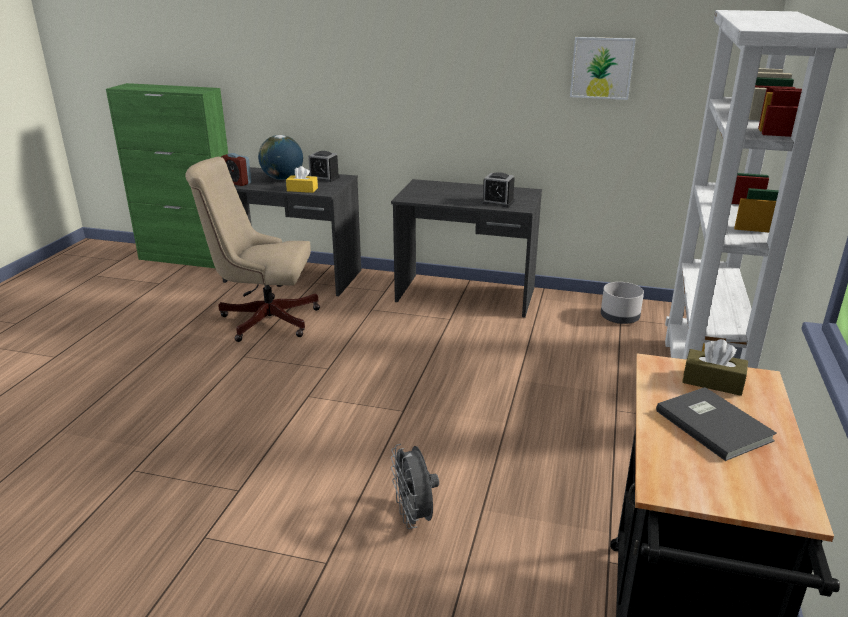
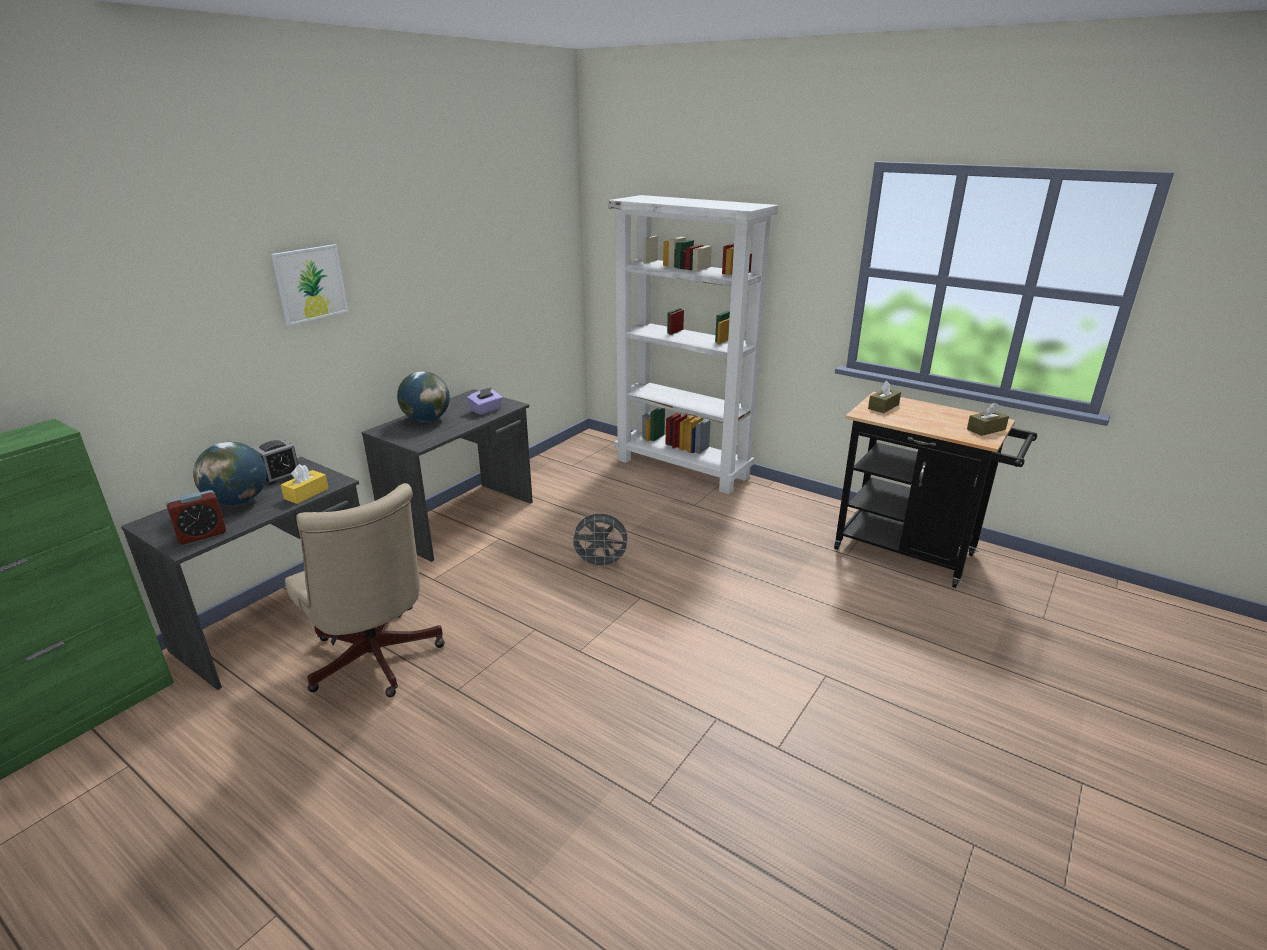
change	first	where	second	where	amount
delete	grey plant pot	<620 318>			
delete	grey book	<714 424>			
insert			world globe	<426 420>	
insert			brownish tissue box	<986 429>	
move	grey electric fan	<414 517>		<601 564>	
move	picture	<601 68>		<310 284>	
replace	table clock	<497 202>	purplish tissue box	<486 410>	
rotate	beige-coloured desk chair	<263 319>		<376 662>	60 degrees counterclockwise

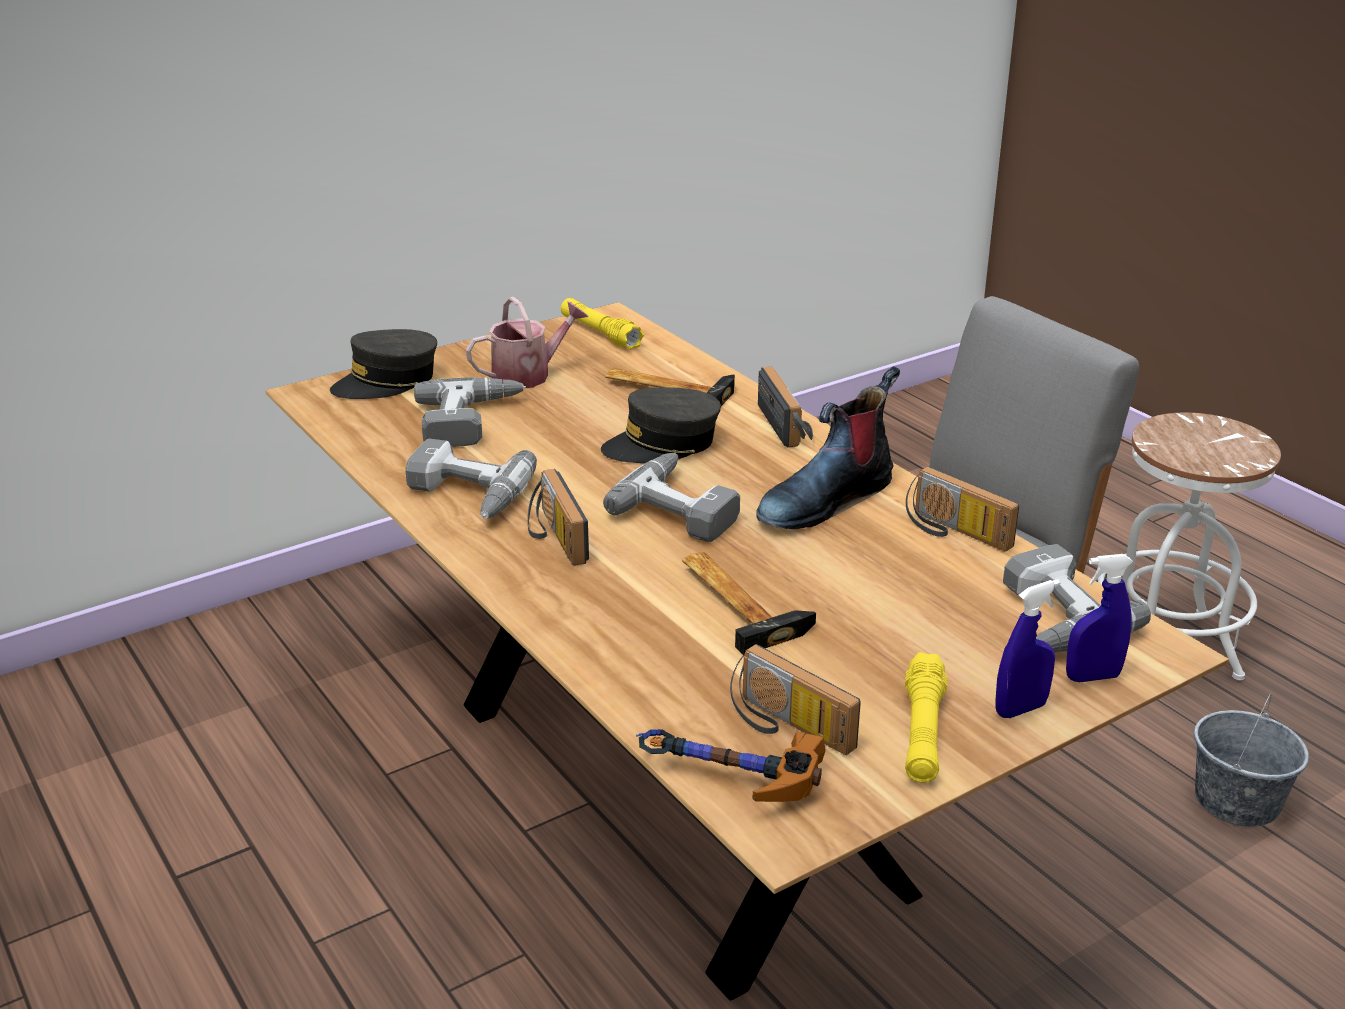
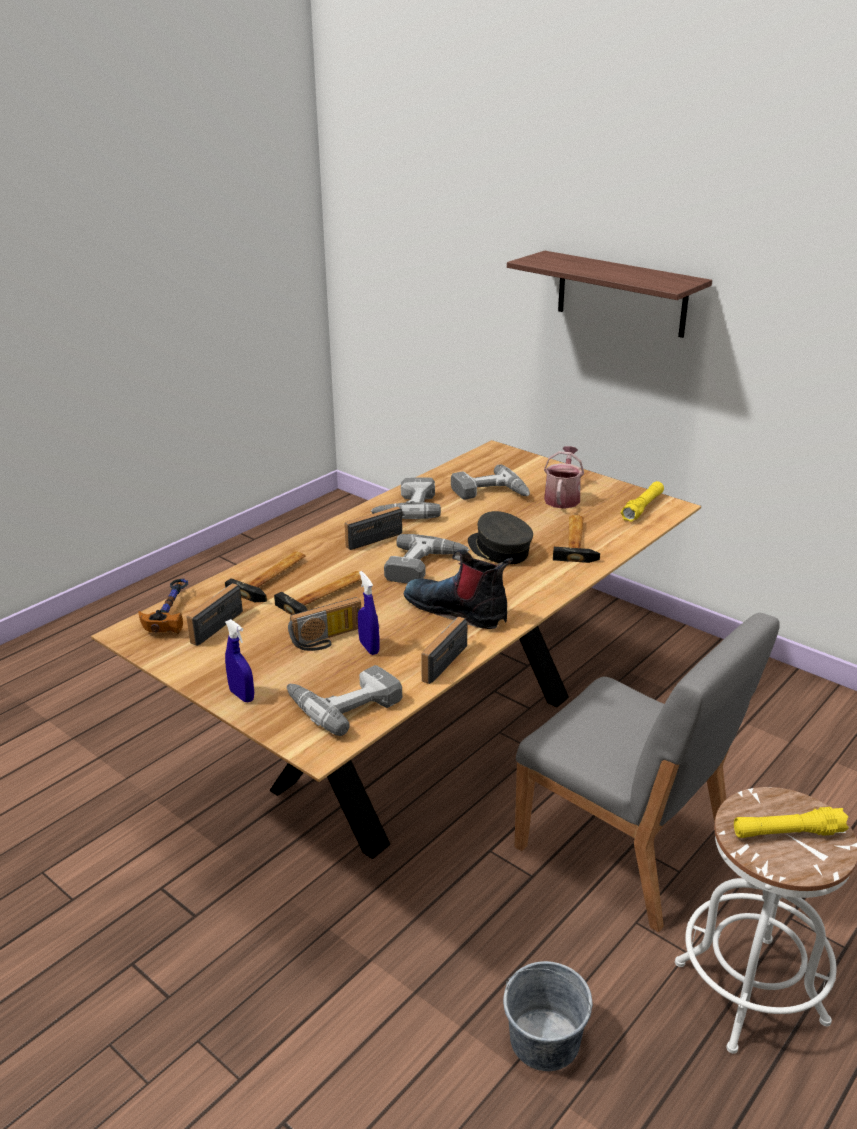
change	first	where	second	where	amount
delete	grey baseball cap	<387 381>			
insert			tool hammer	<274 578>	
insert			wall shelf	<621 294>	
move	radio	<788 426>		<328 639>	
move	yellow-coloured hand torch	<922 732>		<787 833>	
move	bluish hand sprayer	<1092 677>		<369 647>	
rotate	sprinkling can	<528 375>		<562 497>	120 degrees counterclockwise

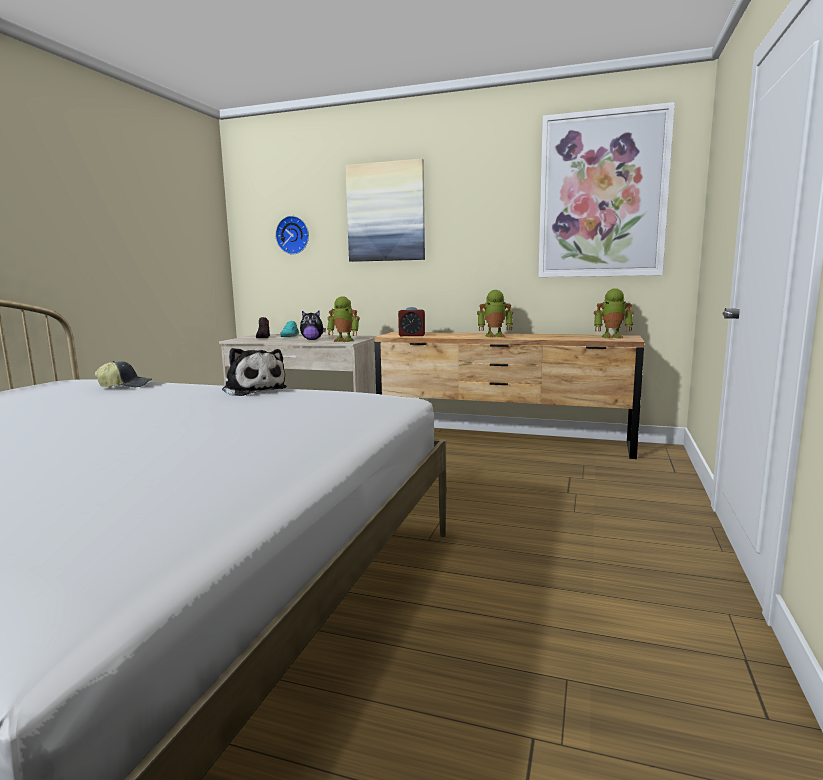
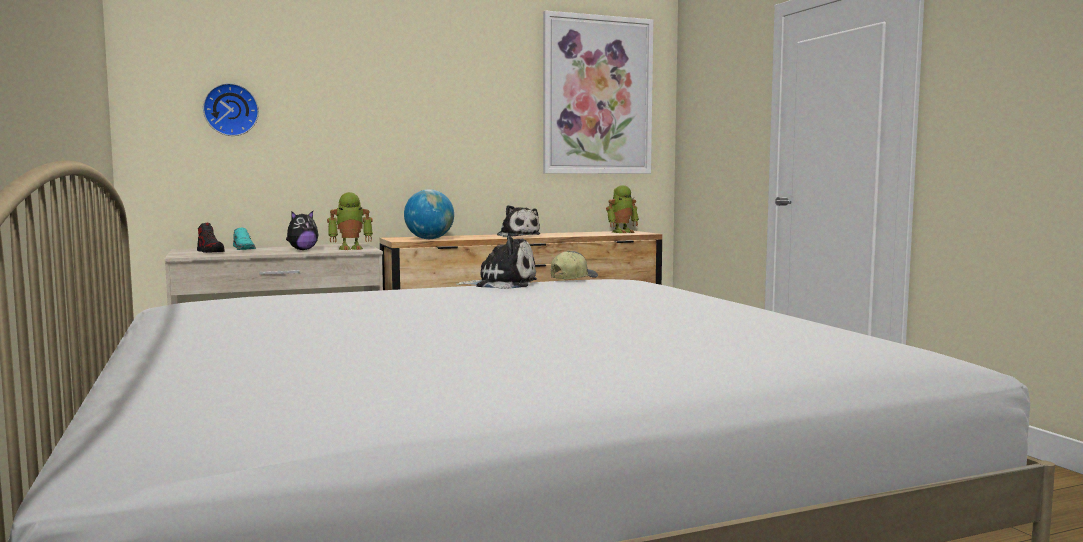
change	first	where	second	where	amount
delete	picture	<386 212>			
move	baseball cap	<126 386>		<573 278>	
replace	table clock	<412 335>	world globe	<429 239>	
replace	model robot	<495 336>	cuddly toy	<517 235>	

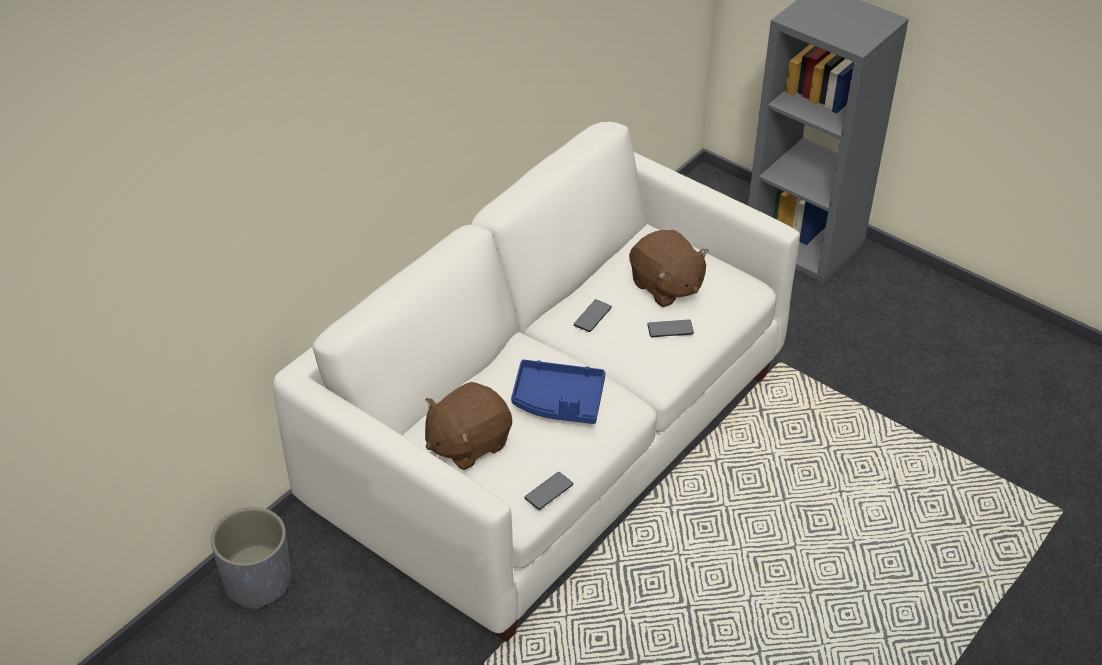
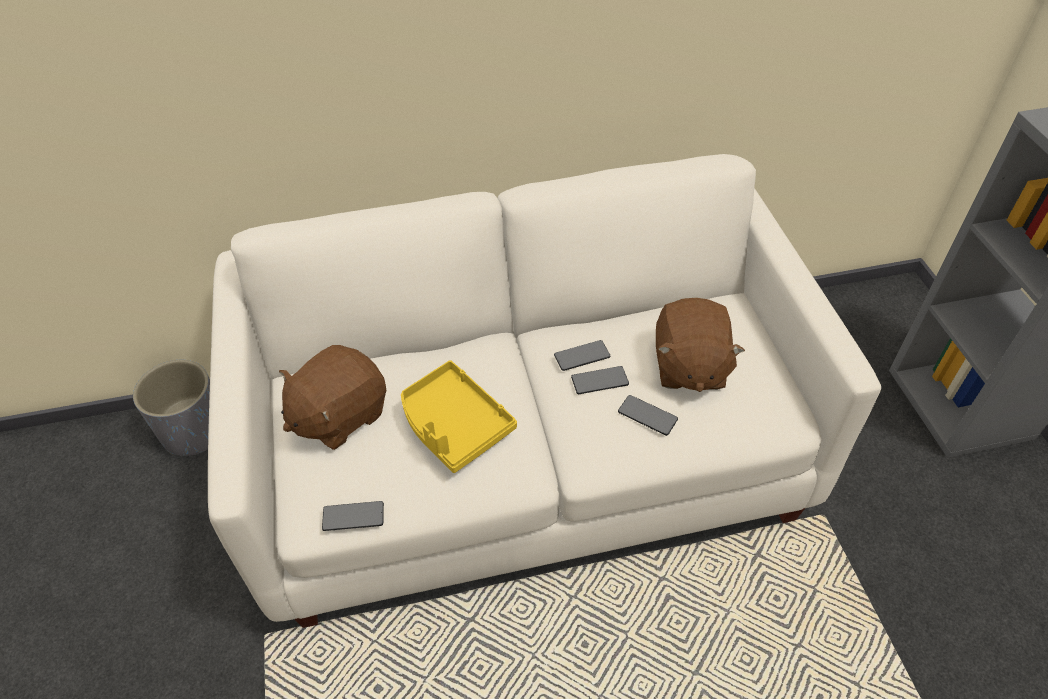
change	first	where	second	where	amount
insert			phone	<600 381>	
recolor	bluish tray	<558 401>	yellow-coloured tray	<454 425>	
rotate	brownish cuddly toy	<467 443>		<339 415>	45 degrees counterclockwise

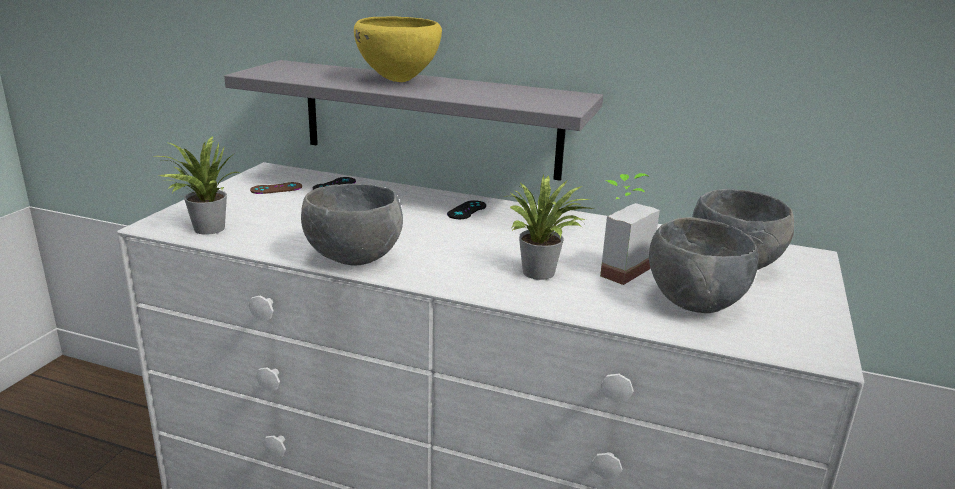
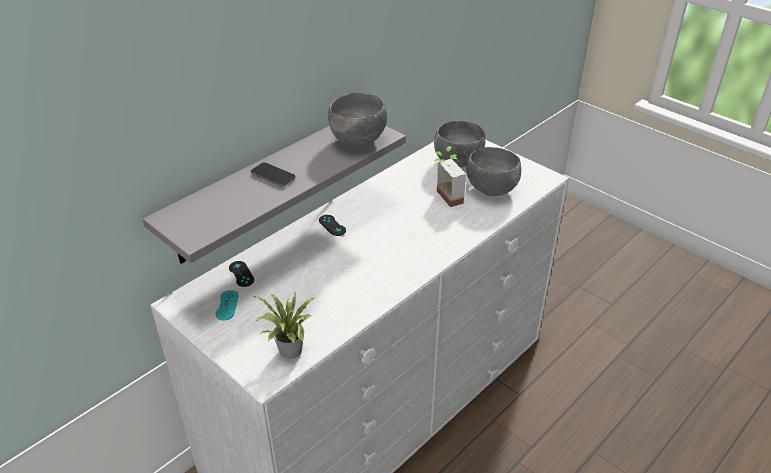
change	first	where	second	where	amount
delete	potted plant	<542 274>			
move	grey serving bowl	<354 259>		<359 141>	
replace	yellow-coloured serving bowl	<399 81>	phone	<273 176>	
recolor	brownish joypad	<276 188>	turquoise joypad	<227 305>	

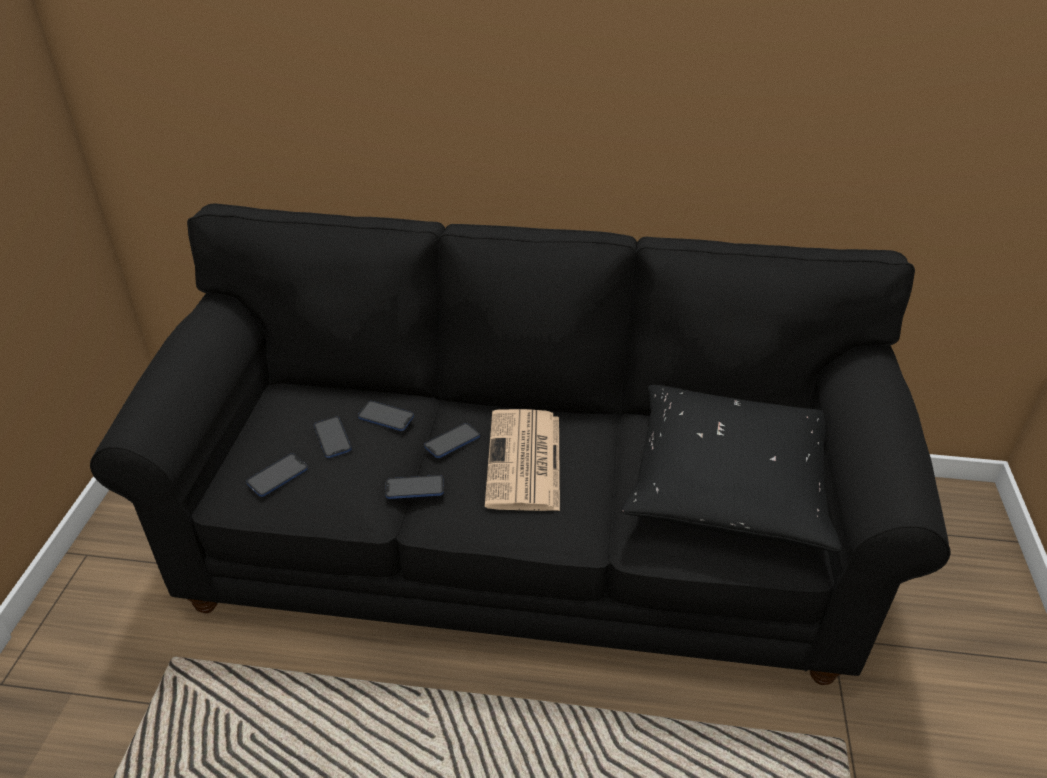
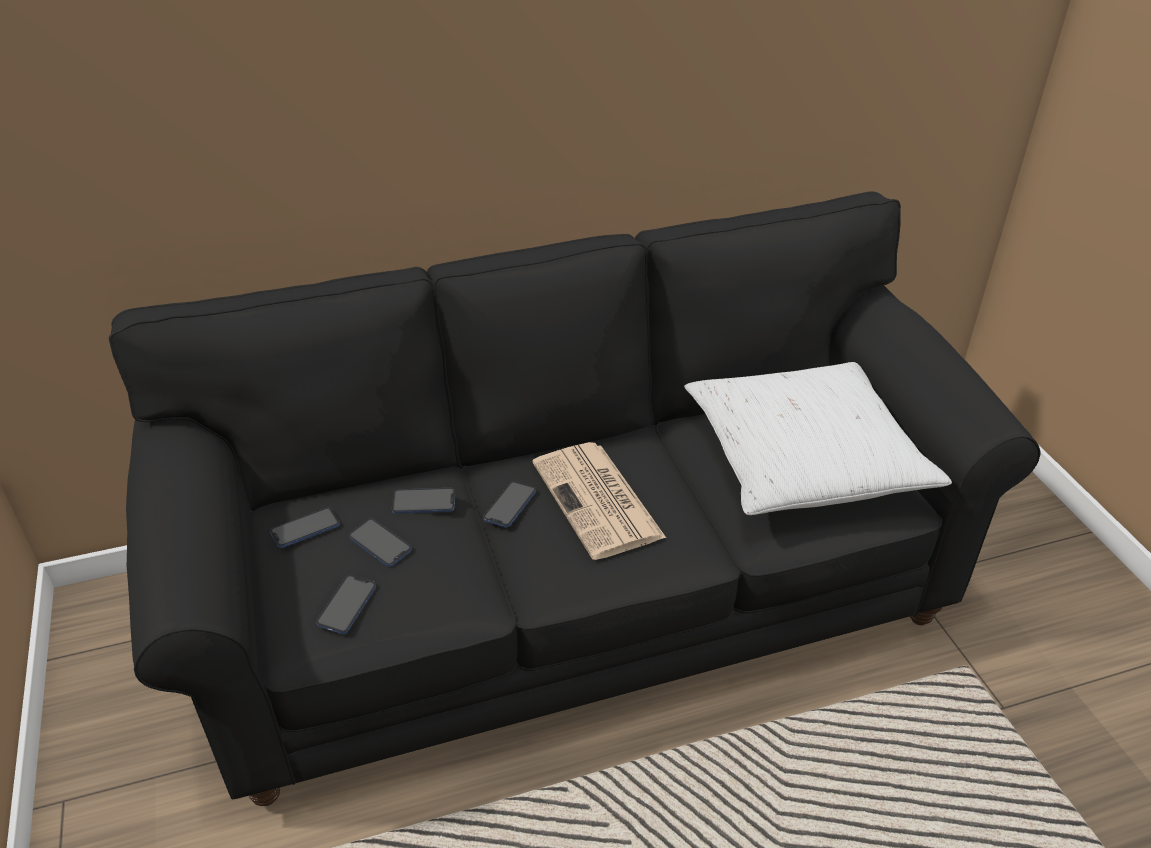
change	first	where	second	where	amount
move	phone	<414 488>		<305 529>	
recolor	black pillow	<728 484>	whitish pillow	<804 458>	

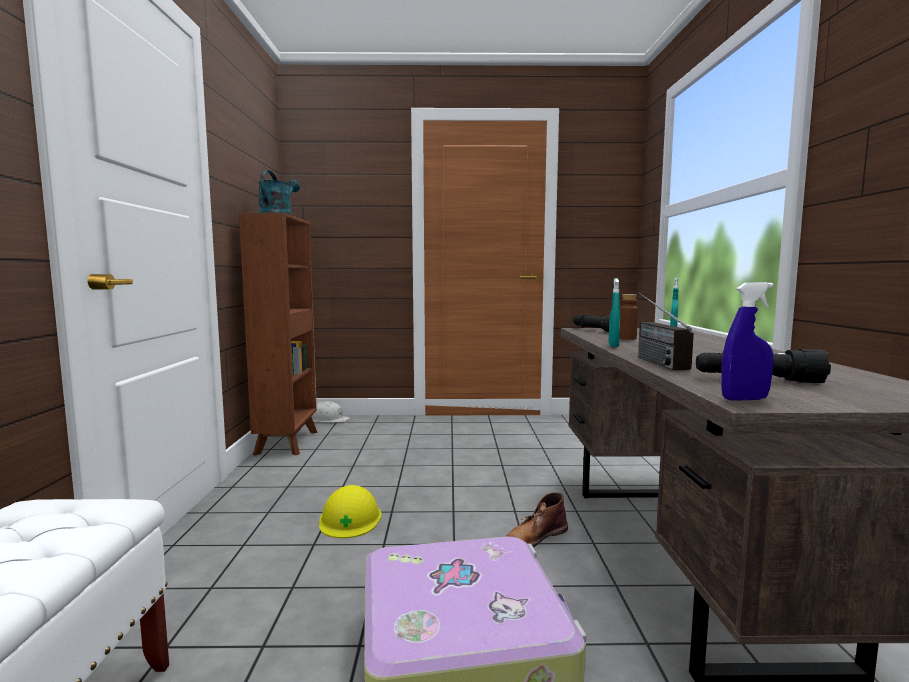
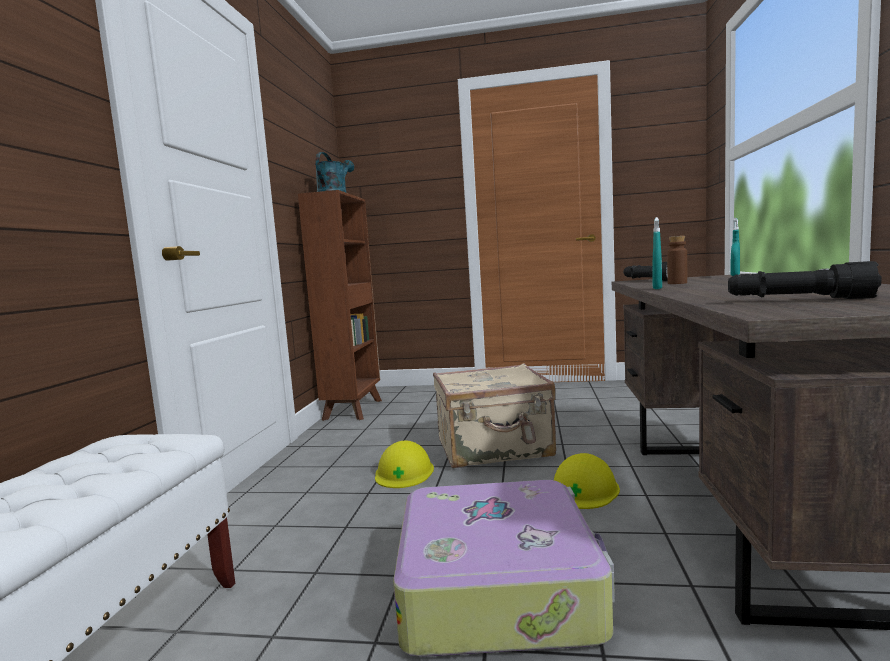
change	first	where	second	where	amount
delete	whitish work helmet	<329 419>			
delete	radio	<651 359>			
delete	bluish hand sprayer	<745 399>			
insert			beige-coloured suitcase	<494 448>	
replace	brownish boot	<534 537>	yellow-coloured work helmet	<583 489>	

